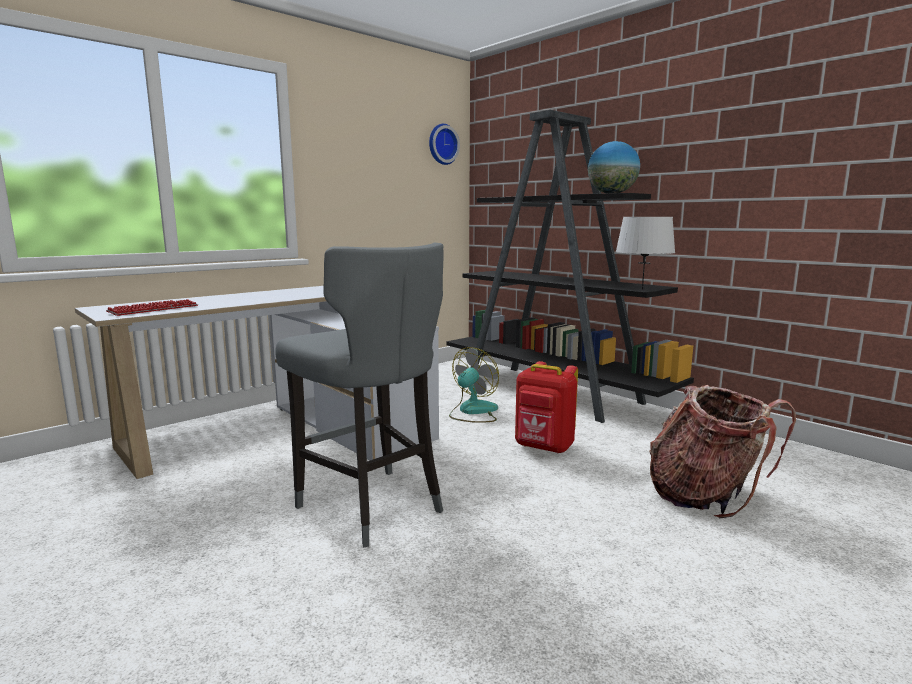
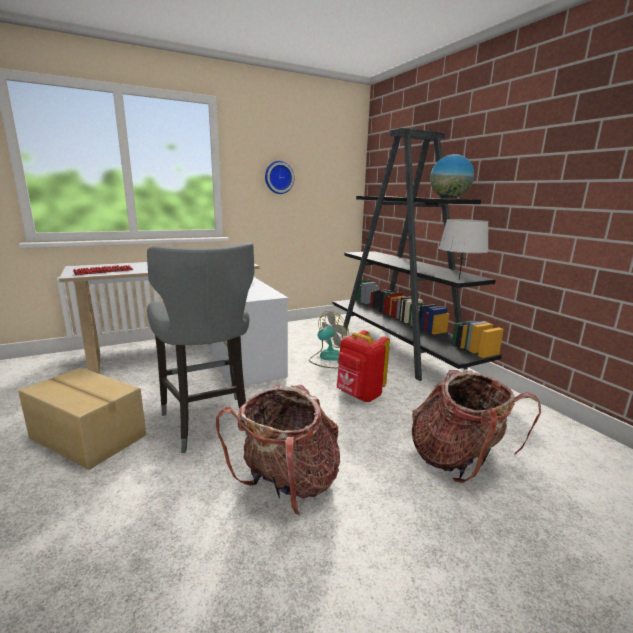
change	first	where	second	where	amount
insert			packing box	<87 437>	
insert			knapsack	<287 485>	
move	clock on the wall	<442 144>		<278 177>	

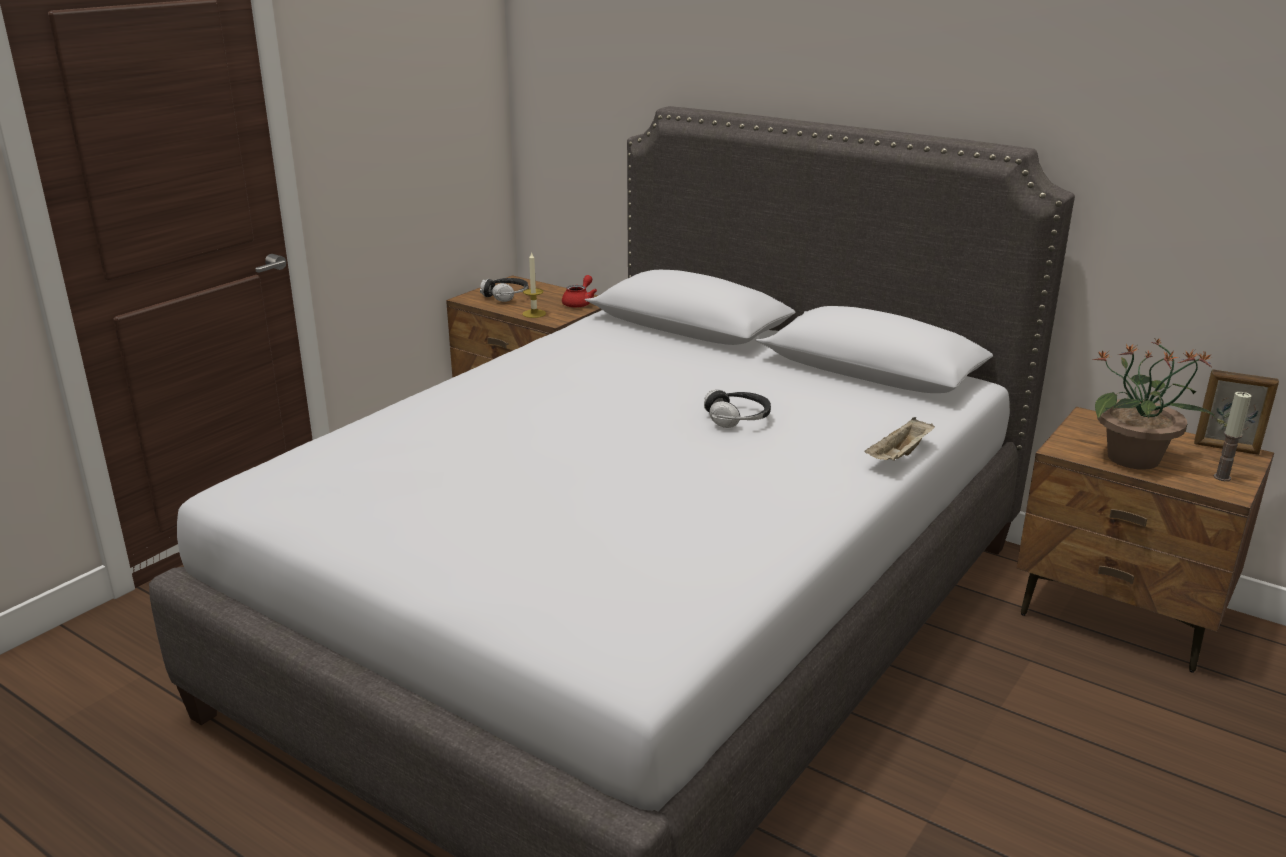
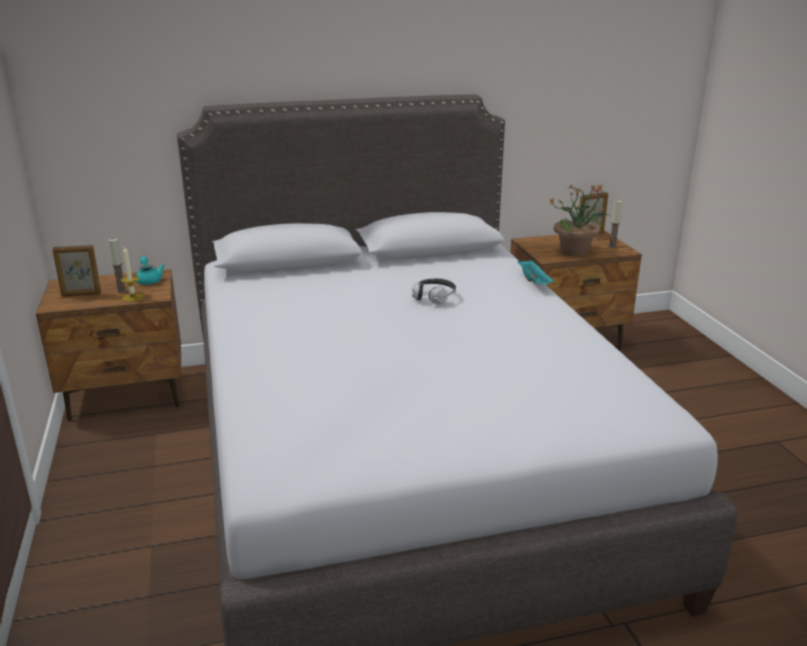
change	first	where	second	where	amount
insert			candle	<121 291>	
replace	pair of headphones	<506 296>	photo frame	<81 294>	
recolor	red teapot	<579 303>	turquoise teapot	<149 280>	
recolor	beige-coloured tray	<899 456>	turquoise tray	<534 282>	

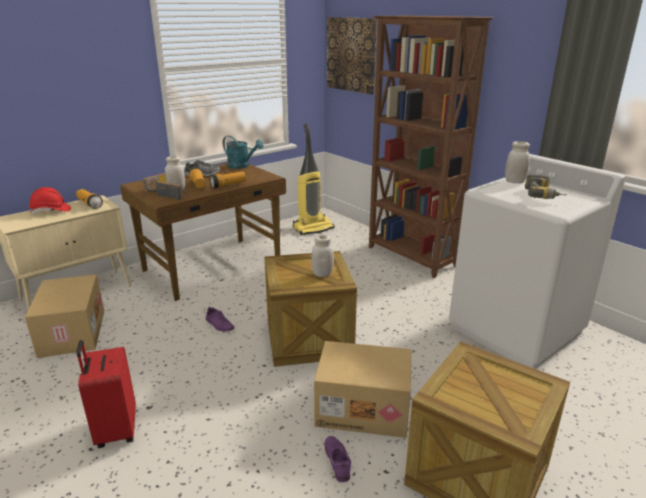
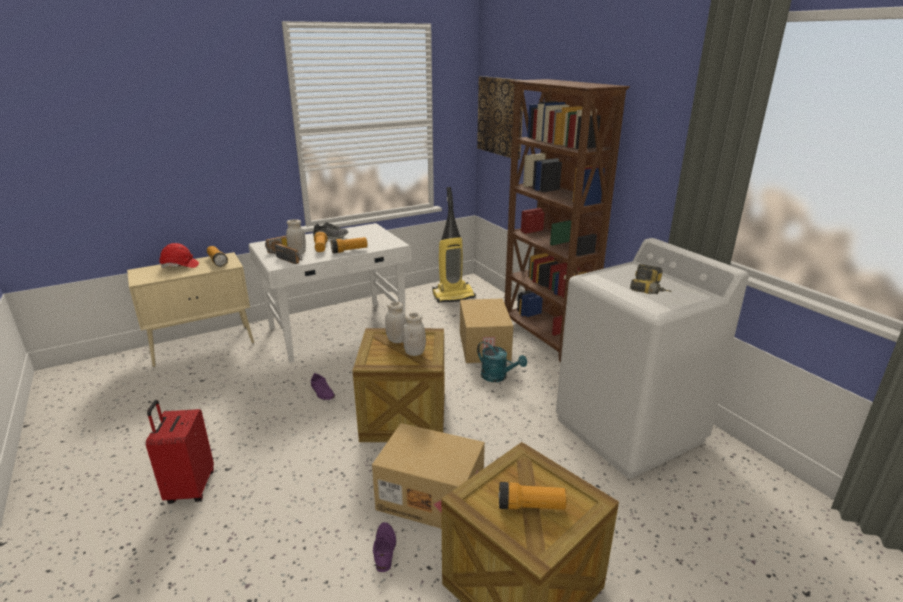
change	first	where	second	where	amount
insert			hand torch	<531 506>	
move	packing box	<71 332>		<483 346>	
move	turquoise sprinkling can	<242 166>		<498 377>	
move	whitish preserve jar	<514 182>		<396 340>	
recolor	brownish desk	<213 267>	whitish desk	<338 331>	

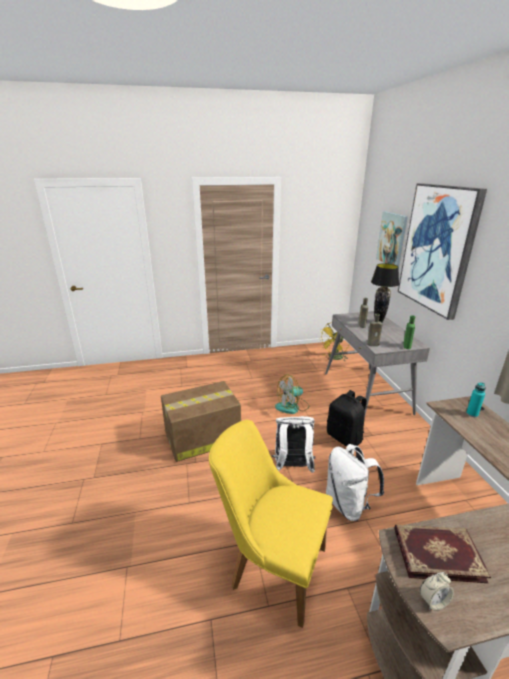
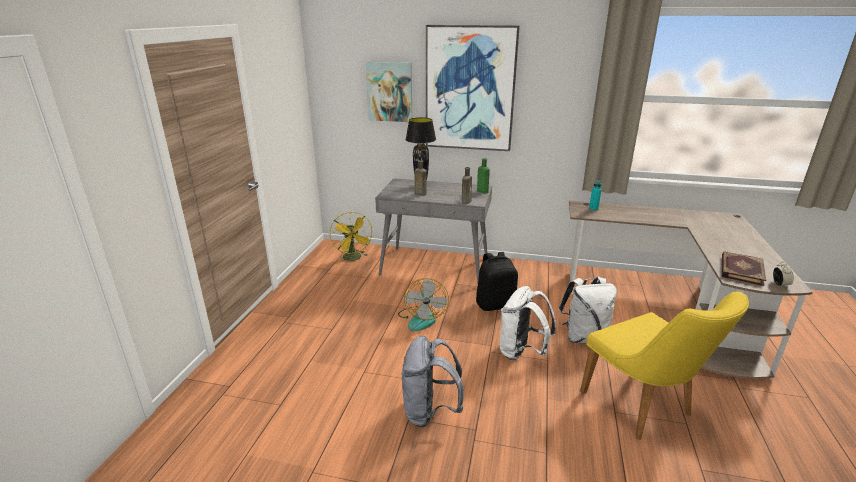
change	first	where	second	where	amount
replace	packing box	<201 437>	grey knapsack	<429 412>	
rotate	yellow-coloured upright chair	<270 564>		<643 408>	75 degrees counterclockwise

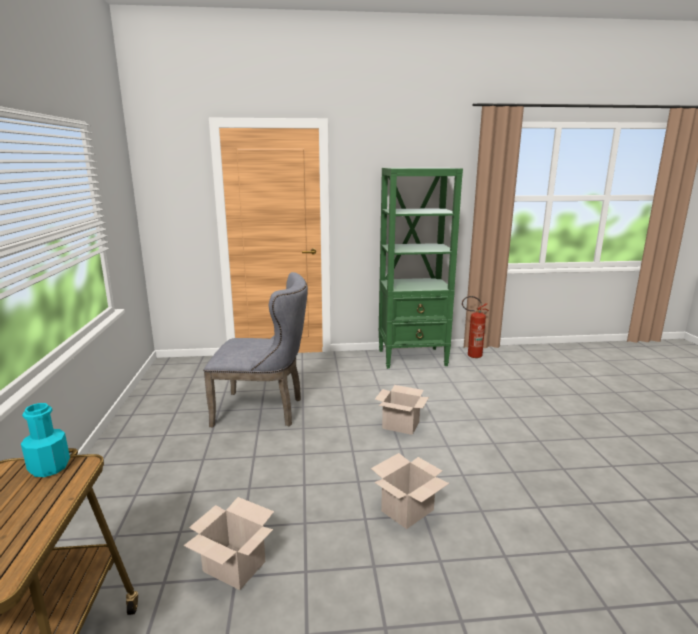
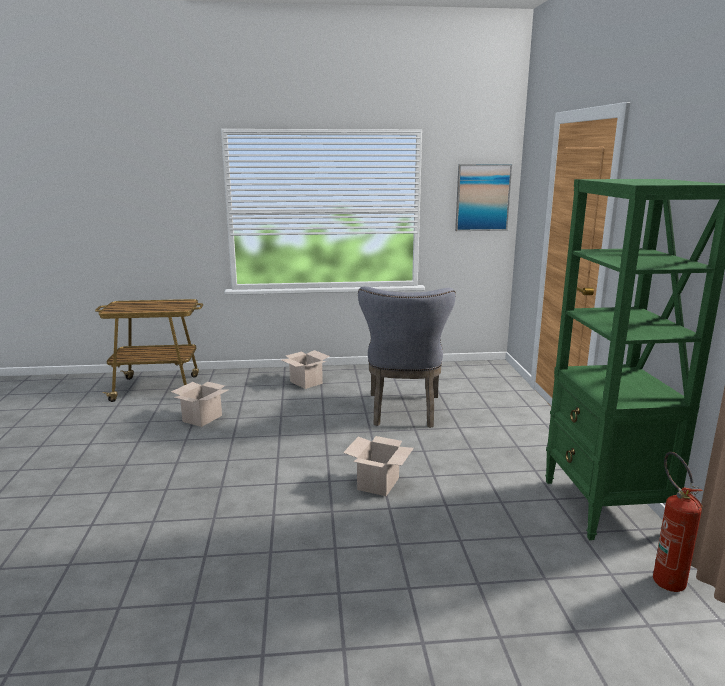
change	first	where	second	where	amount
delete	turquoise bottle	<49 467>			
insert			picture	<482 197>	
move	packing box	<407 511>		<305 382>	

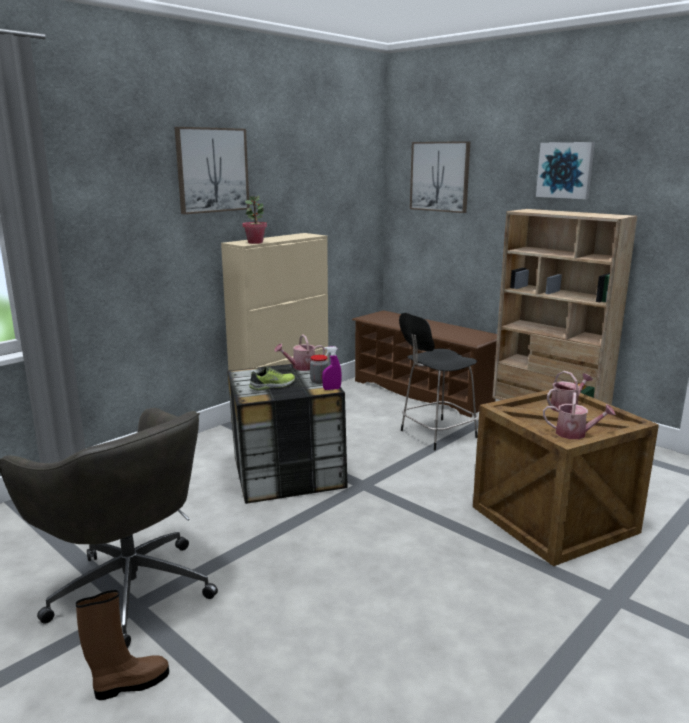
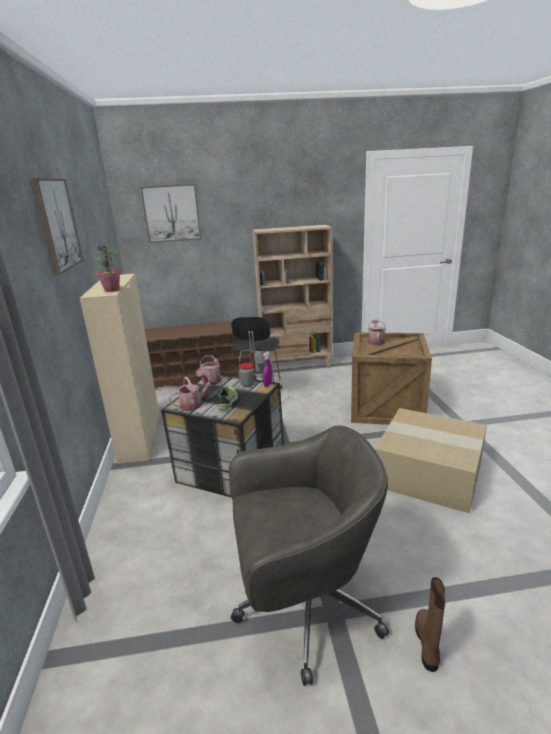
change	first	where	second	where	amount
delete	picture	<565 170>			
insert			packing box	<430 472>	
move	sprinkling can	<575 434>		<194 404>	

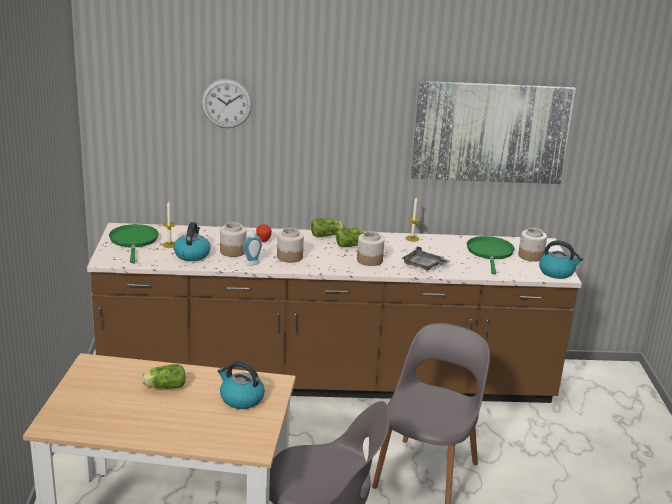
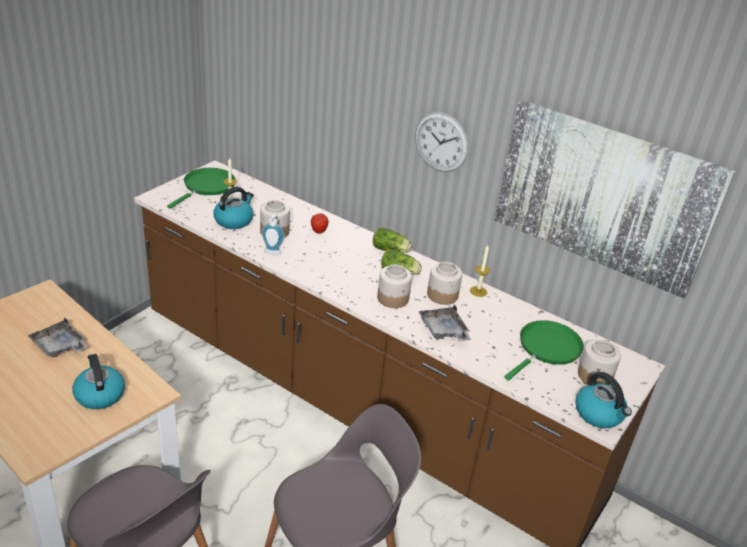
change	first	where	second	where	amount
move	clock on the wall	<226 103>		<441 142>	
move	preserve jar	<289 257>		<442 295>	
replace	lettuce	<163 387>	grey tray	<59 346>	

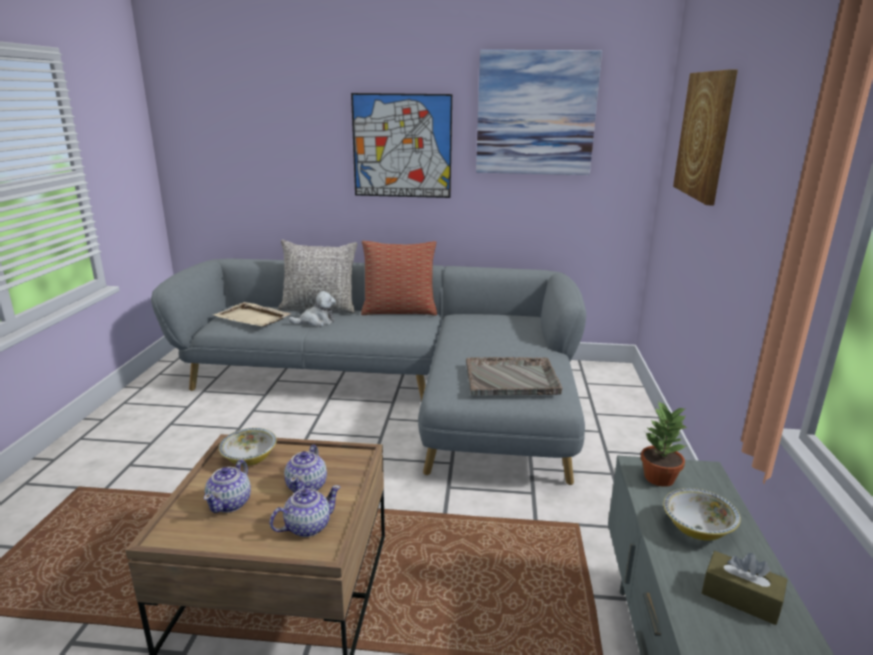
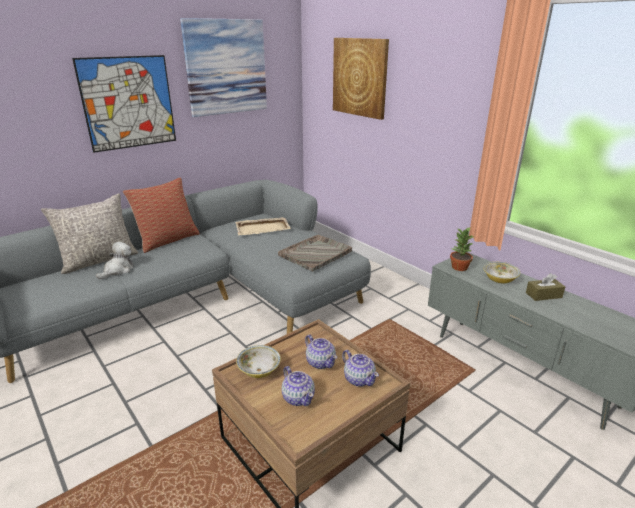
change	first	where	second	where	amount
move	beige-coloured tray	<253 317>		<263 228>	
rotate	teapot	<307 526>		<359 379>	135 degrees clockwise

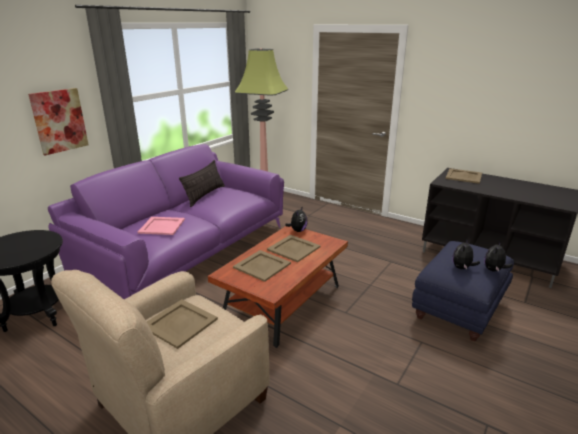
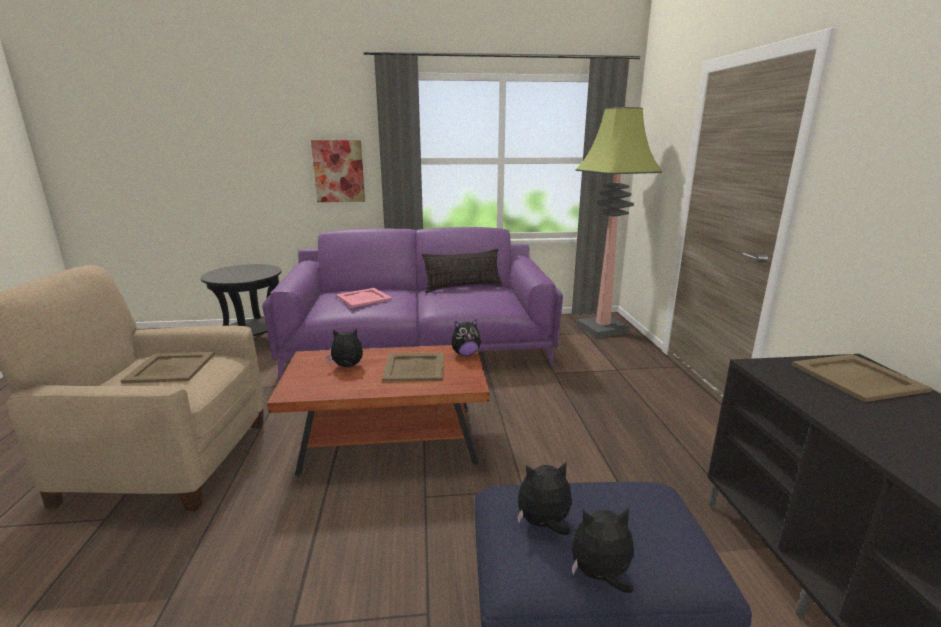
change	first	where	second	where	amount
replace	beige-coloured tray	<262 266>	cuddly toy	<347 367>	

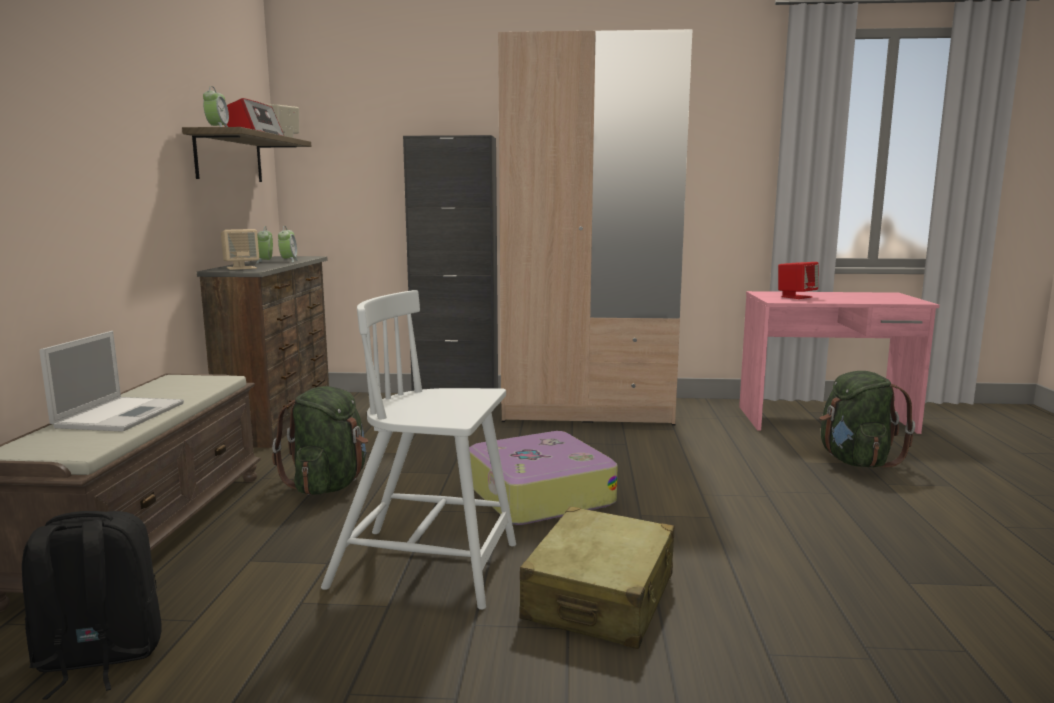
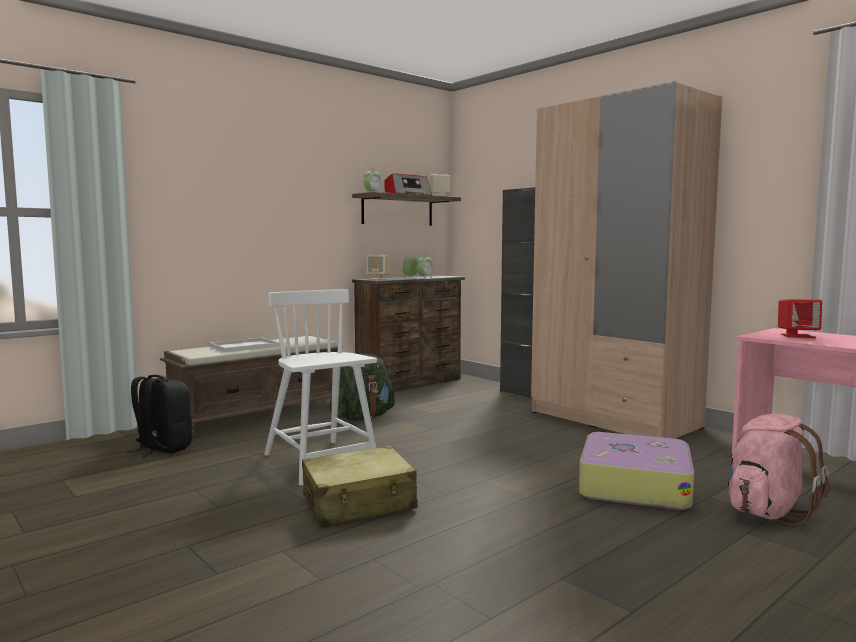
change	first	where	second	where	amount
move	suitcase	<538 494>		<633 486>	
replace	portable computer	<121 414>	whitish tray	<245 346>	
recolor	green knapsack	<855 461>	pinkish knapsack	<766 511>	

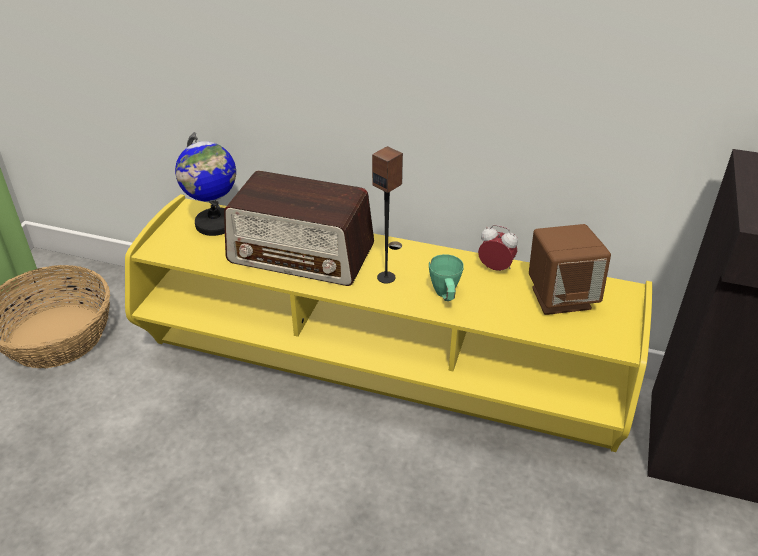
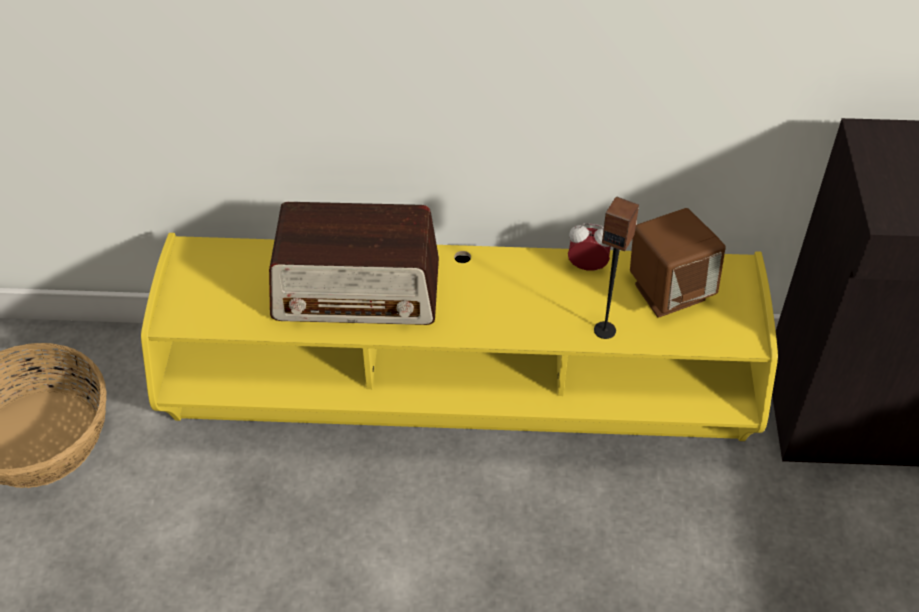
change	first	where	second	where	amount
delete	world globe	<215 224>			
delete	green tea mug	<445 297>			
move	speaker	<386 277>		<605 330>	

